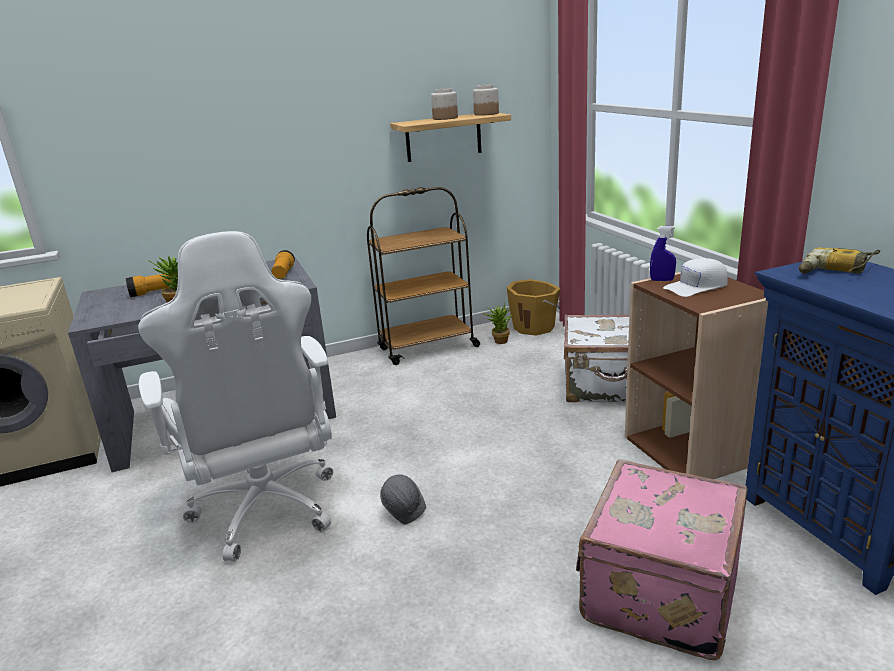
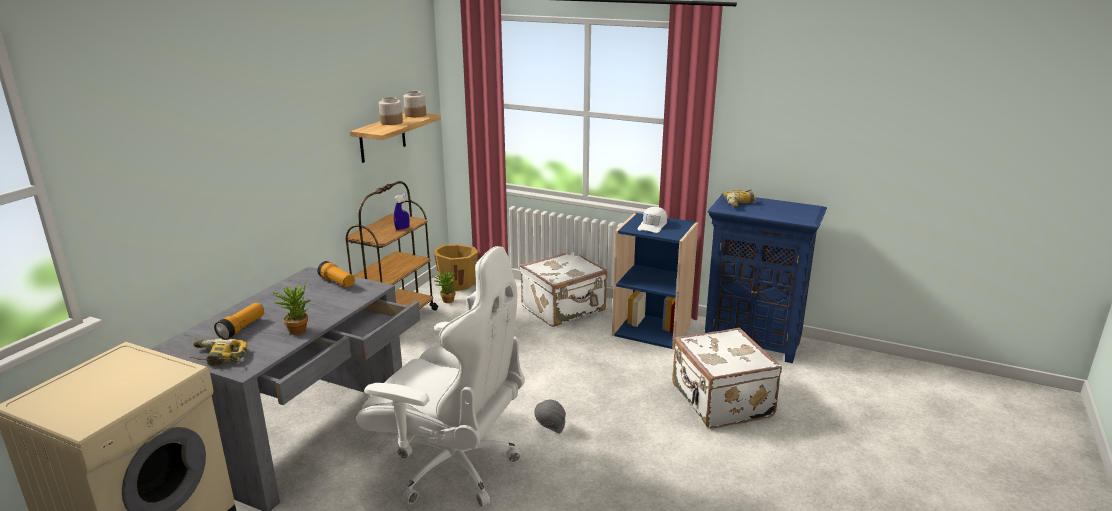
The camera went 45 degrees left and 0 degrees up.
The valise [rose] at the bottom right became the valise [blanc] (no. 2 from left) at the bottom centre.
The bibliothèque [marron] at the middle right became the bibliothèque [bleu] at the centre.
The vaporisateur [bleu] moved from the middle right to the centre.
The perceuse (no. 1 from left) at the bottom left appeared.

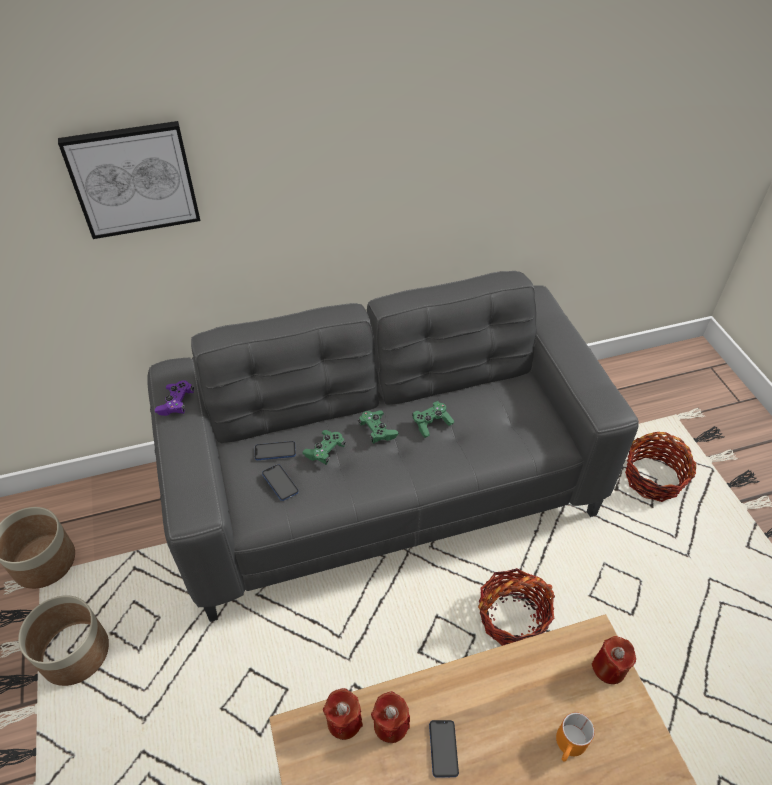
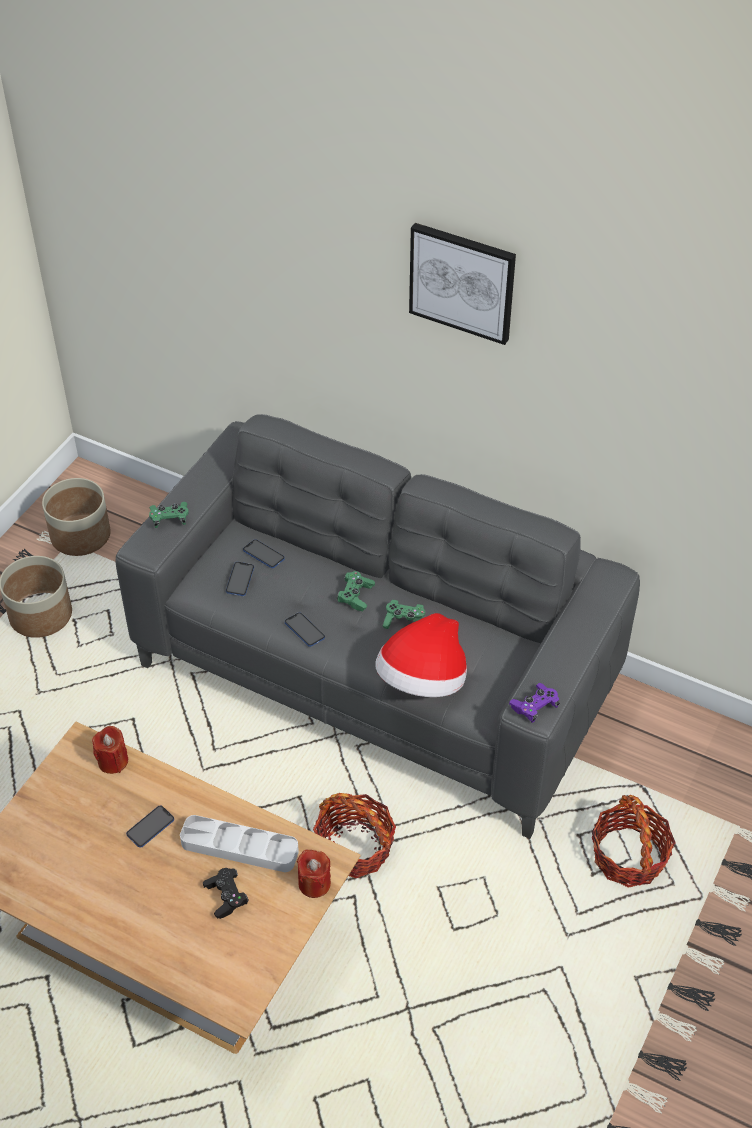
The camera went 45 degrees right and 0 degrees up.
The tableau moved from the top left to the top centre.
The manette [violet] moved from the middle left to the middle right.
The manette [vert] (no. 1 from left) moved from the centre to the middle left.
The bougie [rouge] (no. 2 from left) at the bottom centre disappeared.
The mug [orange] at the bottom right was replaced by the manette [noir] at the bottom left.
The plateau [gris] at the bottom left appeared.
The téléphone (no. 4 from left) at the centre appeared.
The chapeau at the centre appeared.

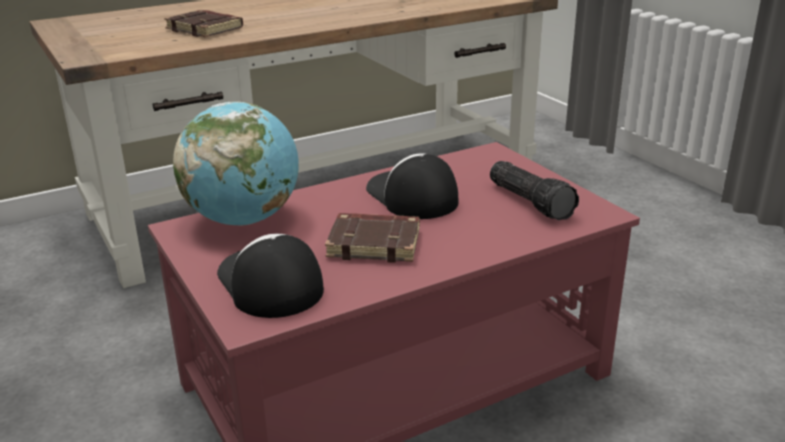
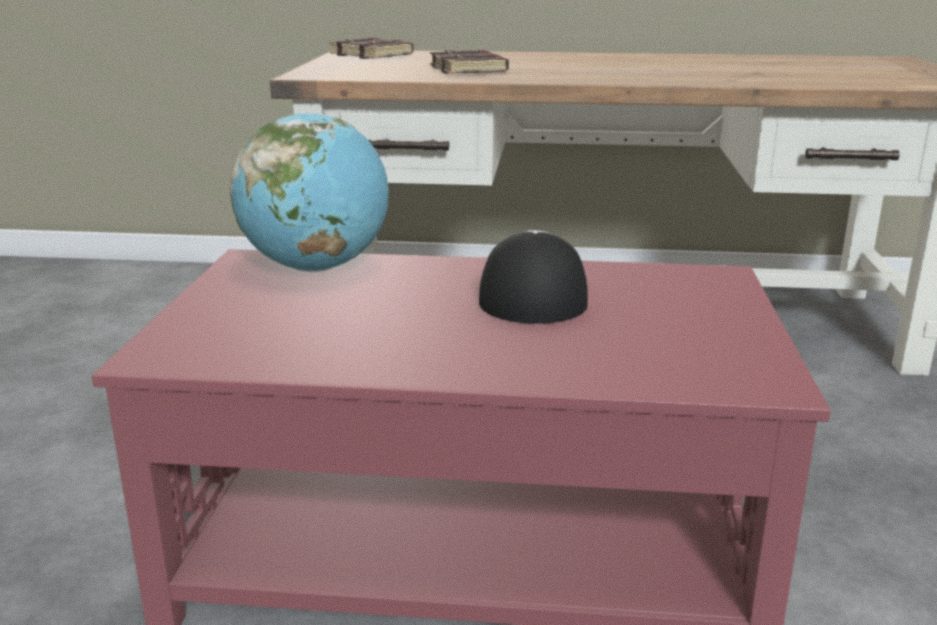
The camera went 35 degrees right and 5 degrees down.
The casquette (no. 1 from left) at the centre disappeared.
The livre [marron] (no. 2 from left in the first image) moved from the centre to the top centre.
The lampe de poche at the middle right disappeared.

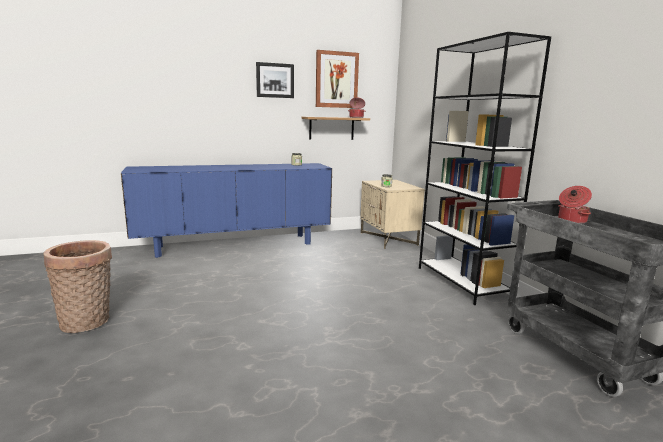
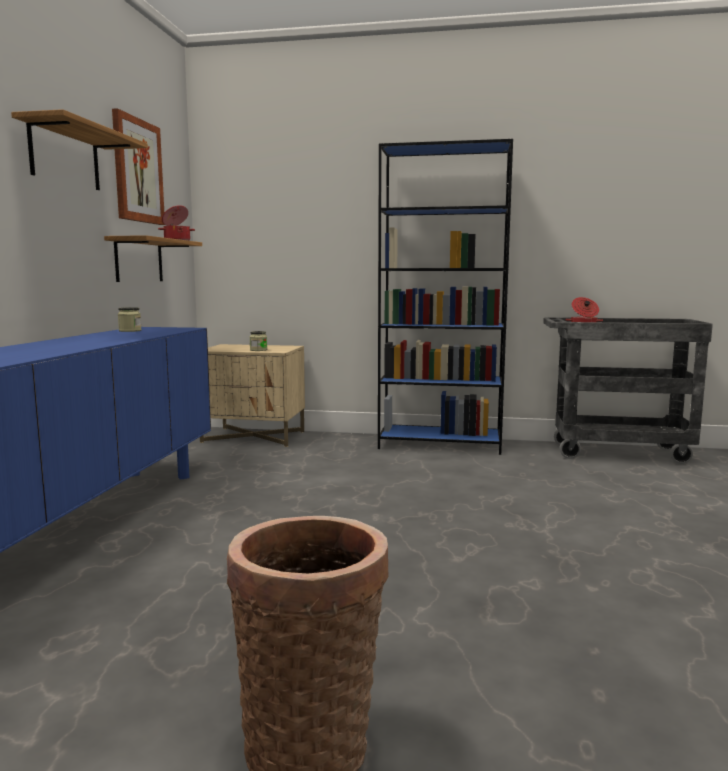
The camera went 60 degrees left and 5 degrees down.
The tableau (no. 1 from left) at the top centre was replaced by the étagère (no. 1 from left) at the top left.
The bibliothèque [blanc] at the middle right became the bibliothèque [bleu] at the centre.

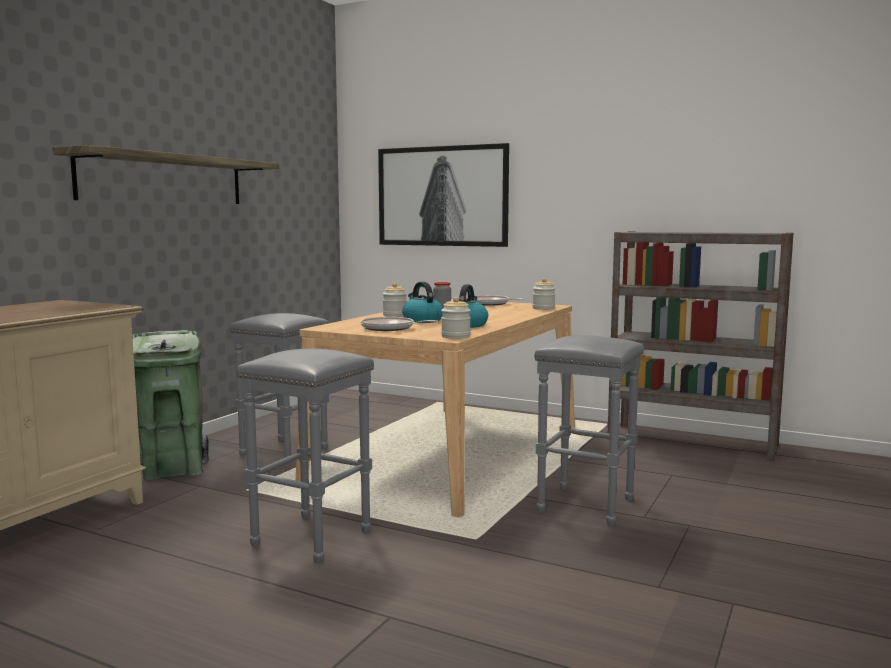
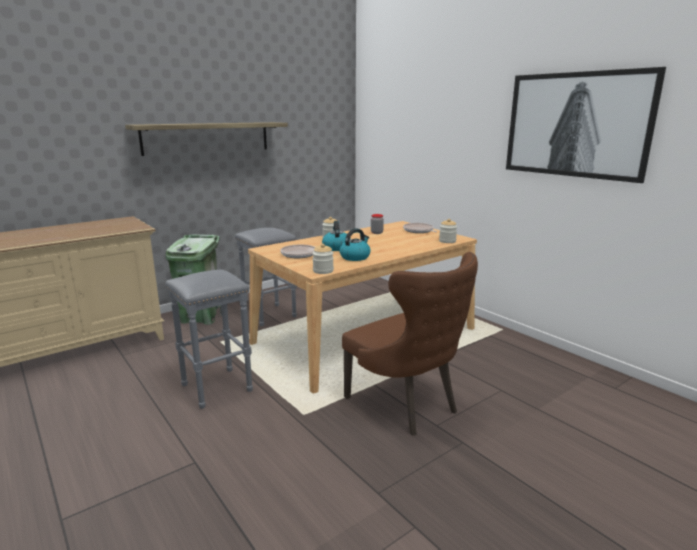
The camera went 25 degrees right and 10 degrees up.
The tableau moved from the top centre to the top right.
The tabouret [gris] (no. 3 from left) at the centre was replaced by the chaise [marron] at the centre.
The bibliothèque [gris] at the middle right disappeared.

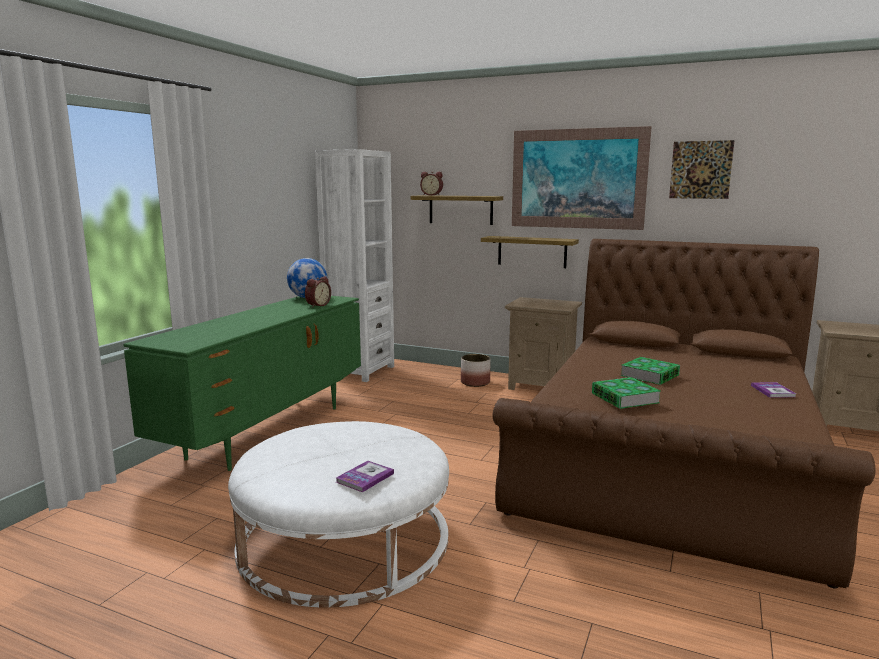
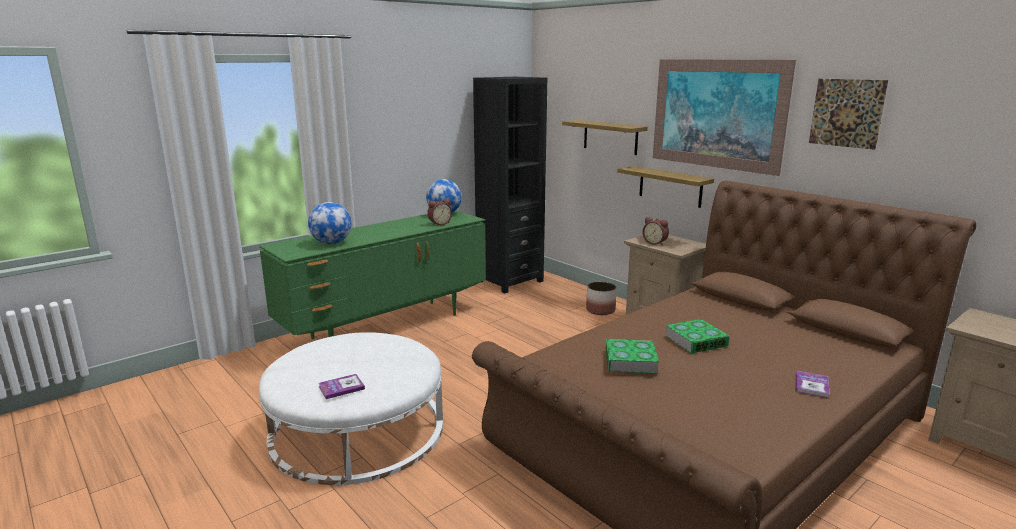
The camera went 25 degrees right and 5 degrees up.
The bibliothèque [blanc] at the centre became the bibliothèque [noir] at the centre.
The réveil (no. 2 from left) moved from the top centre to the centre.
The globe (no. 1 from left) at the middle left appeared.

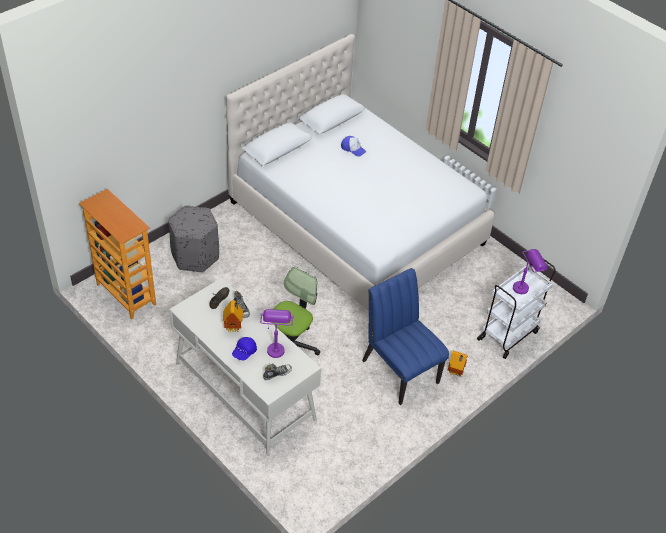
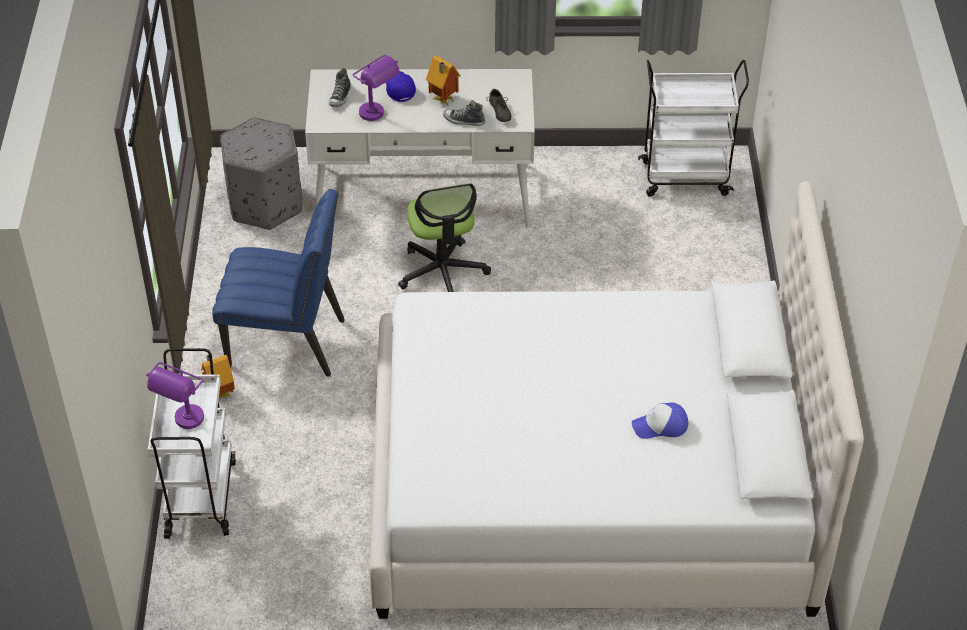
The camera went 135 degrees right and 0 degrees up.
The bibliothèque at the middle left was replaced by the chariot [blanc] (no. 2 from left) at the top right.
The pouf [gris] moved from the middle left to the top left.

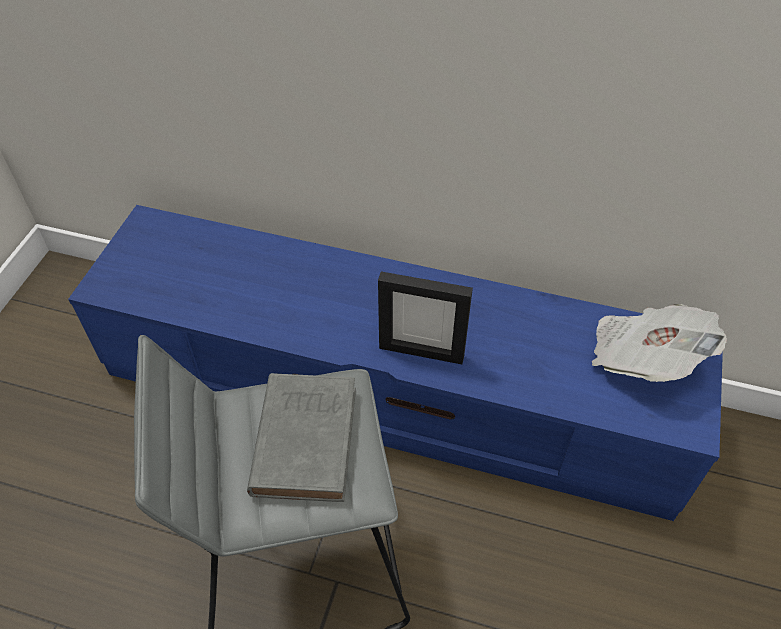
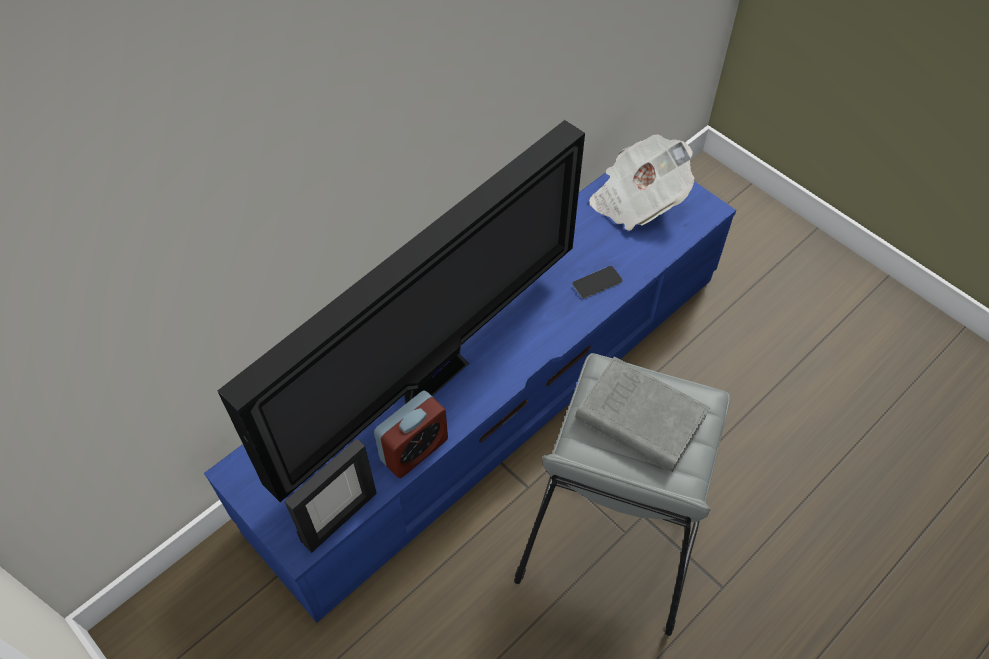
The camera went 60 degrees left and 5 degrees up.
The cadre photo moved from the centre to the bottom centre.
The téléviseur at the centre appeared.
The réveil at the centre appeared.
The téléphone at the centre appeared.

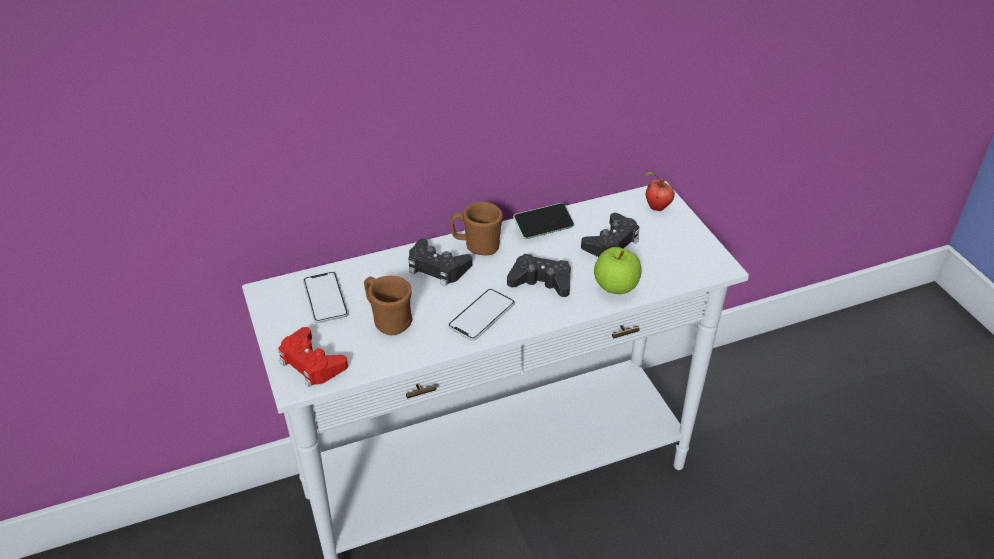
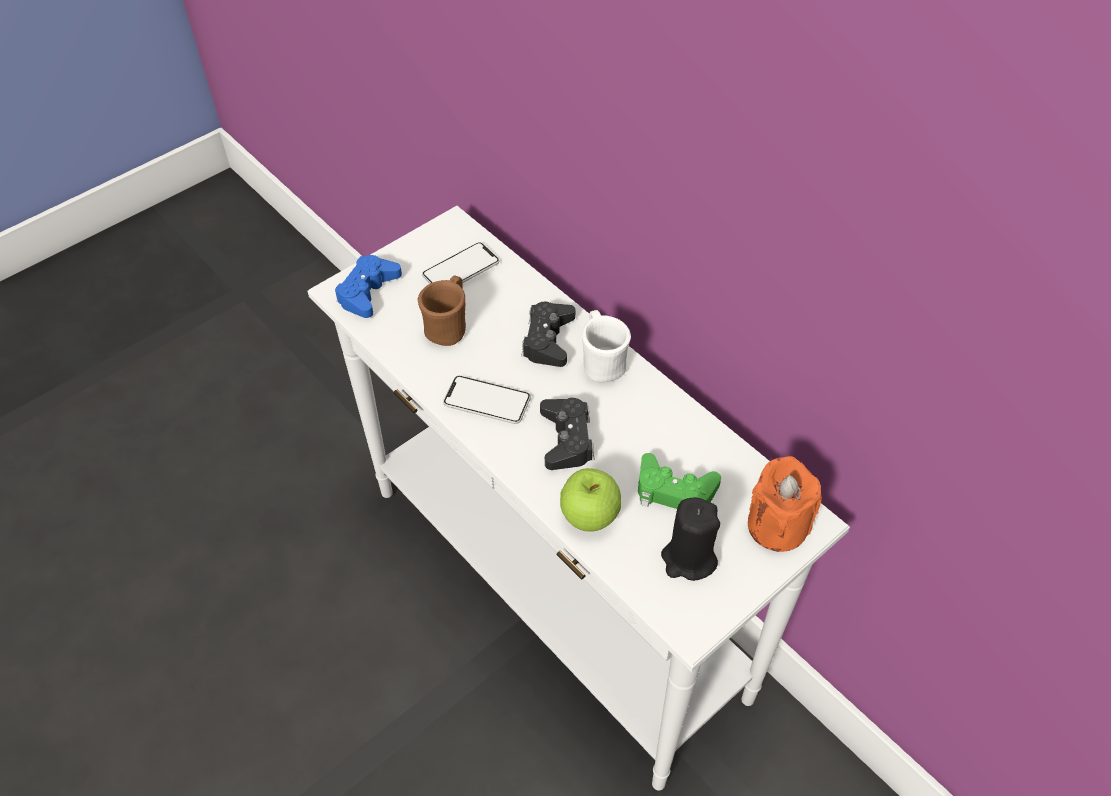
The camera went 70 degrees right and 10 degrees up.
The manette [rouge] at the middle left became the manette [bleu] at the middle left.
The mug [marron] (no. 2 from left) at the centre became the mug [blanc] at the centre.
The téléphone (no. 3 from left) at the centre disappeared.
The manette [noir] (no. 3 from left) at the centre became the manette [vert] at the centre.
The pomme (no. 2 from left) at the centre was replaced by the bougie [orange] at the middle right.
The bougie [noir] at the bottom centre appeared.

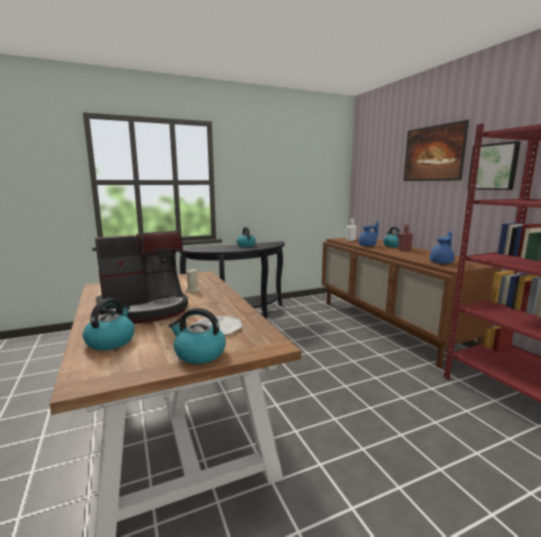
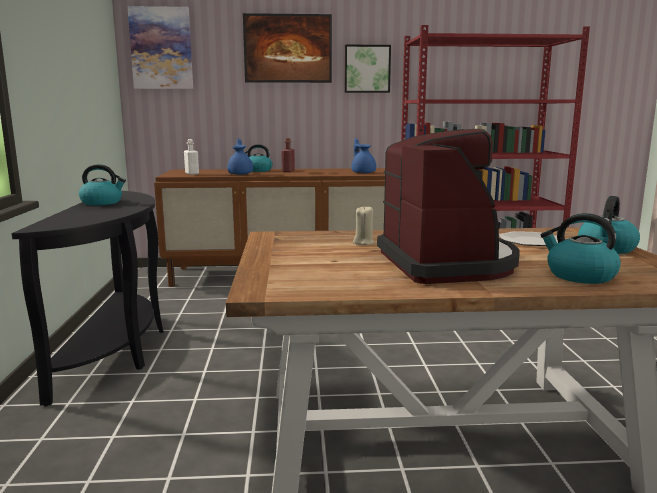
The camera went 70 degrees left and 0 degrees up.
The tableau (no. 1 from left) at the top left appeared.

